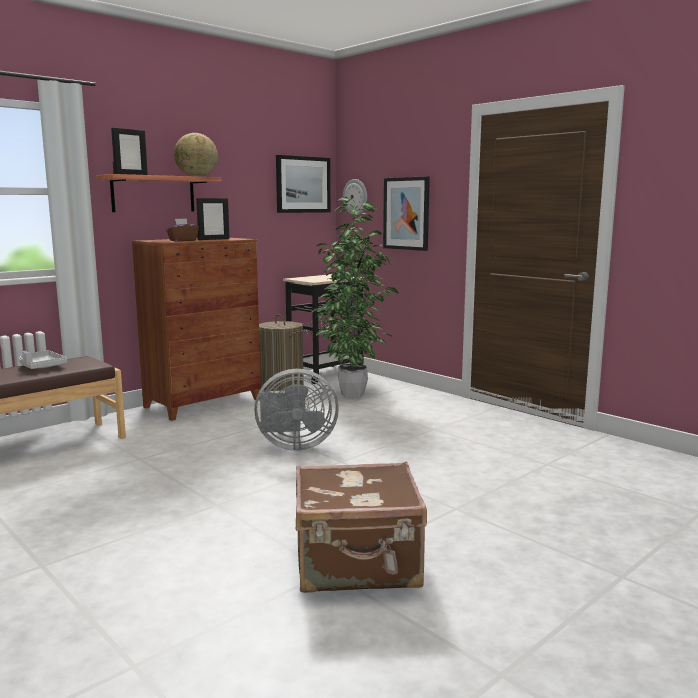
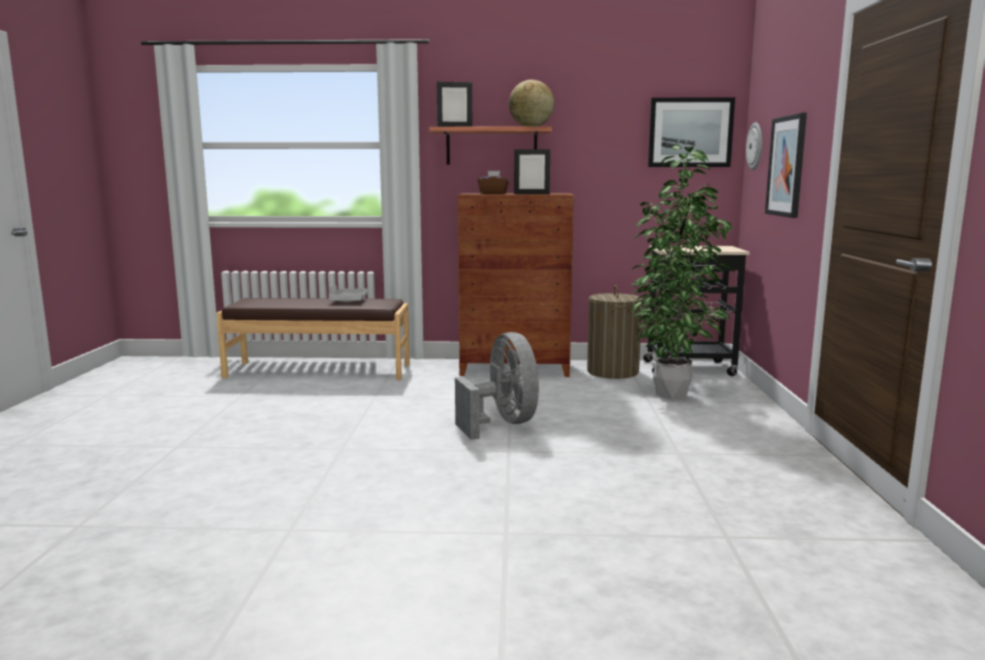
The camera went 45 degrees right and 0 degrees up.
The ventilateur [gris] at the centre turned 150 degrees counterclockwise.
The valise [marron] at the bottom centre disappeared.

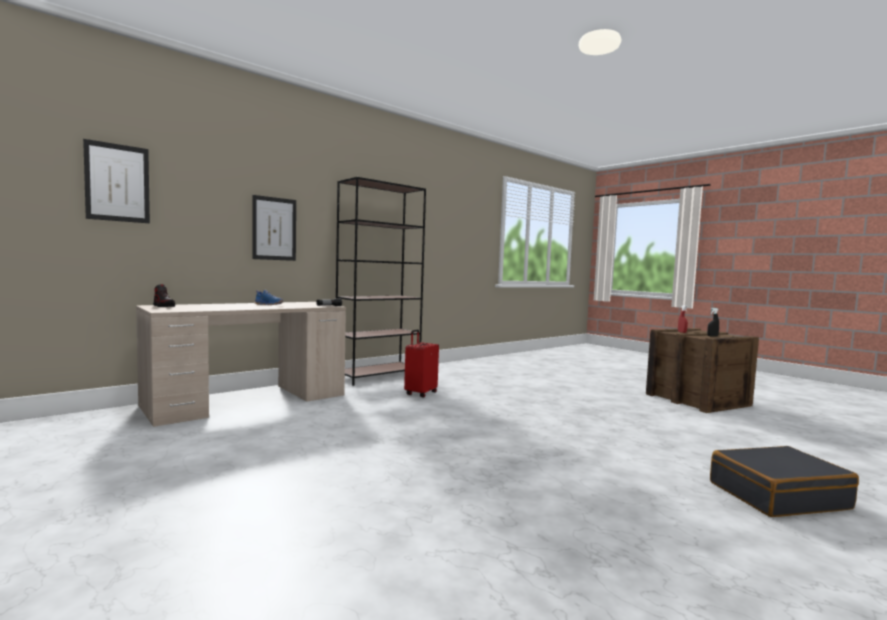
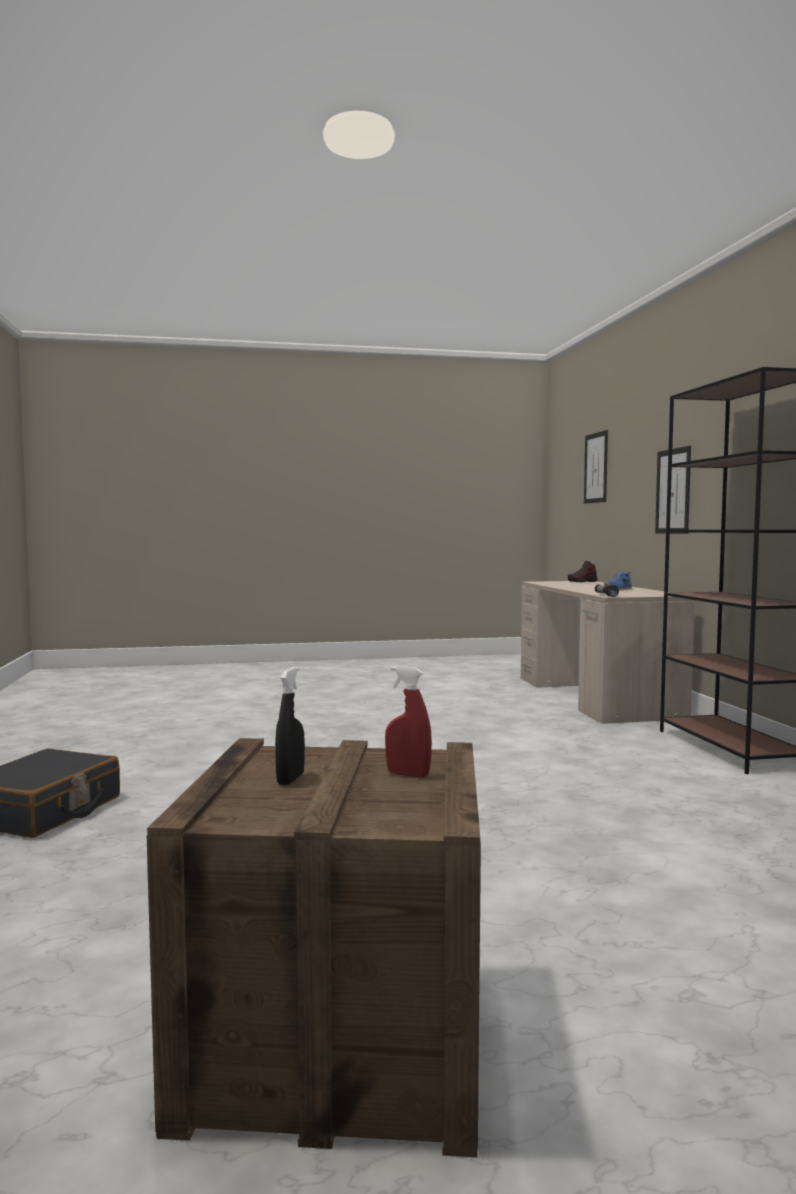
The camera went 120 degrees right and 0 degrees up.
The valise [rouge] at the centre disappeared.

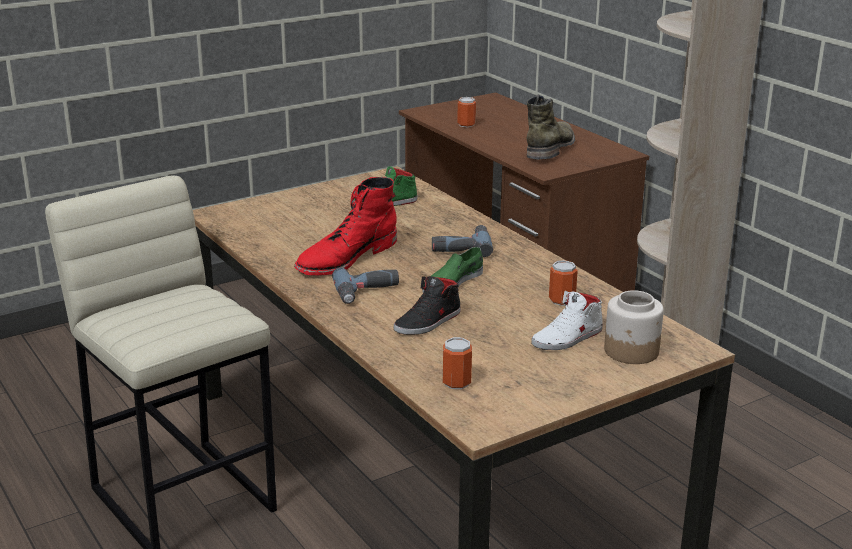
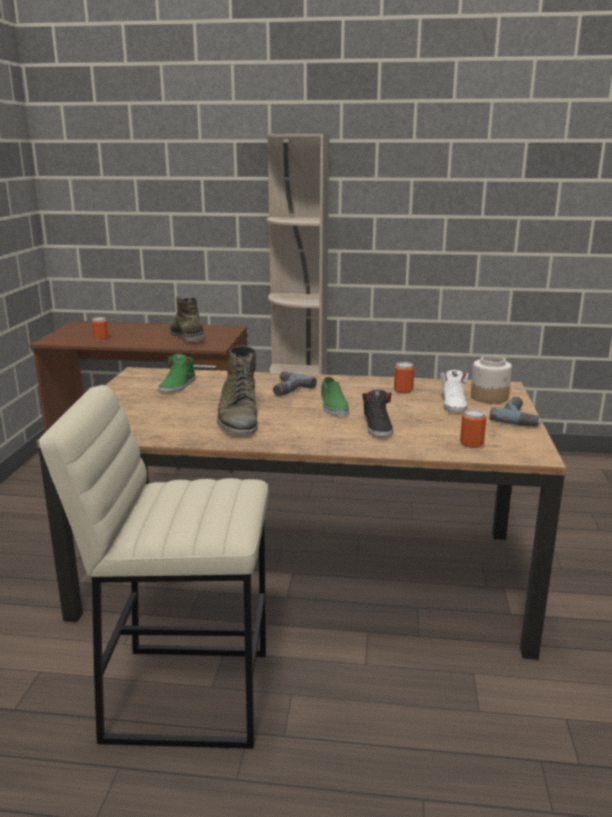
The camera went 50 degrees left and 5 degrees down.
The botte [rouge] at the centre became the botte [vert] (no. 2 from left) at the centre.
The perceuse (no. 1 from left in the first image) moved from the centre to the middle right.

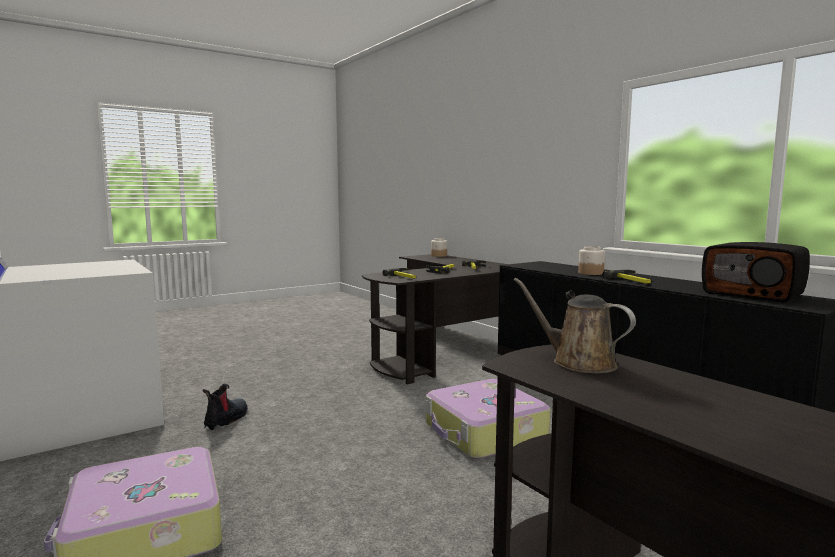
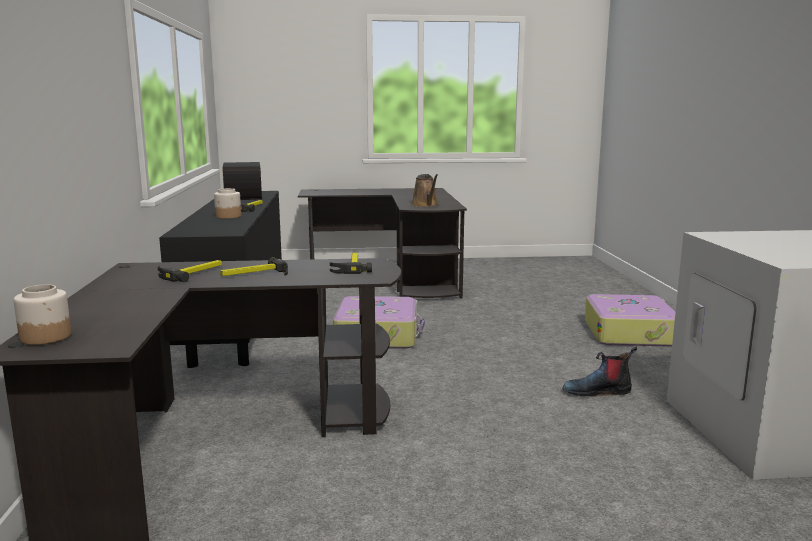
The camera went 150 degrees left and 5 degrees up.
The botte at the bottom left turned 45 degrees clockwise.

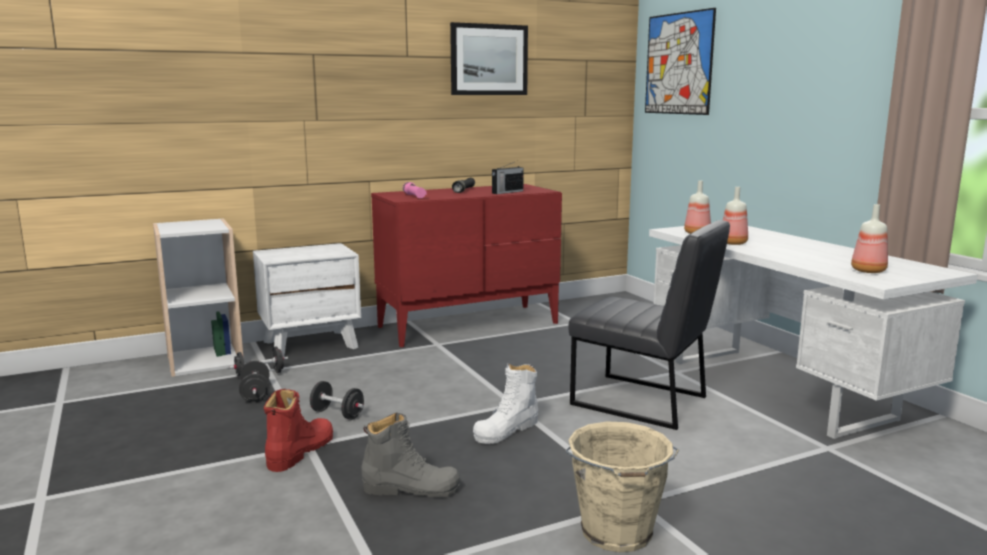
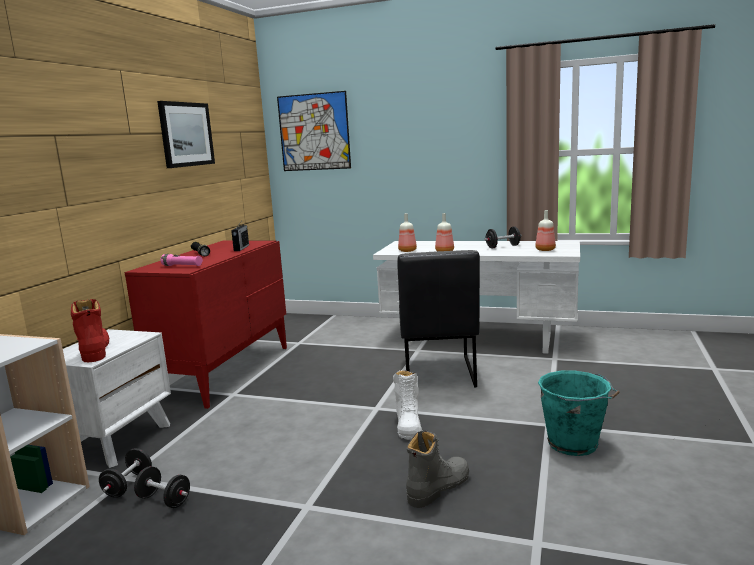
The camera went 45 degrees left and 0 degrees up.
The botte [rouge] moved from the bottom left to the middle left.
The haltère [noir] (no. 3 from left) moved from the bottom centre to the middle right.
The seau [beige] at the bottom centre became the seau [turquoise] at the bottom right.
The chaise [gris] at the centre turned 105 degrees clockwise.

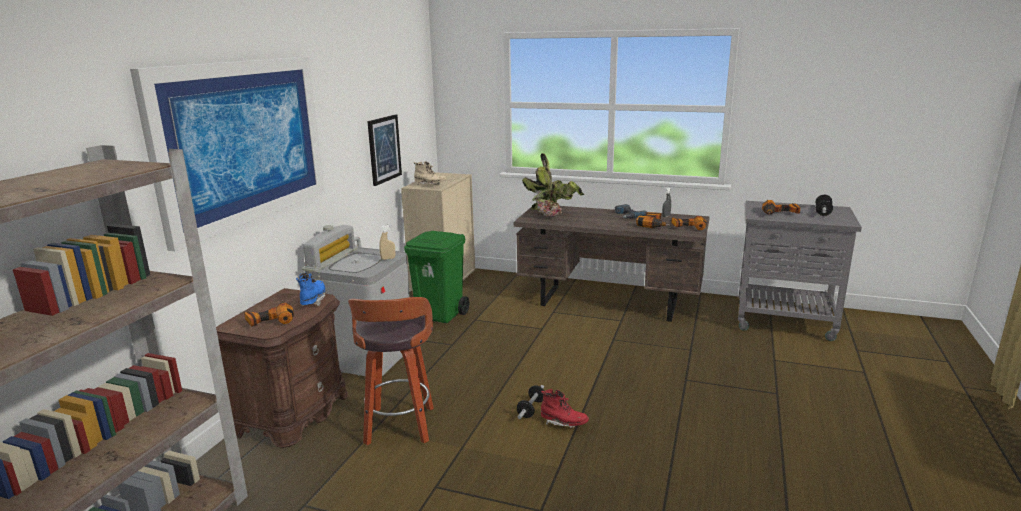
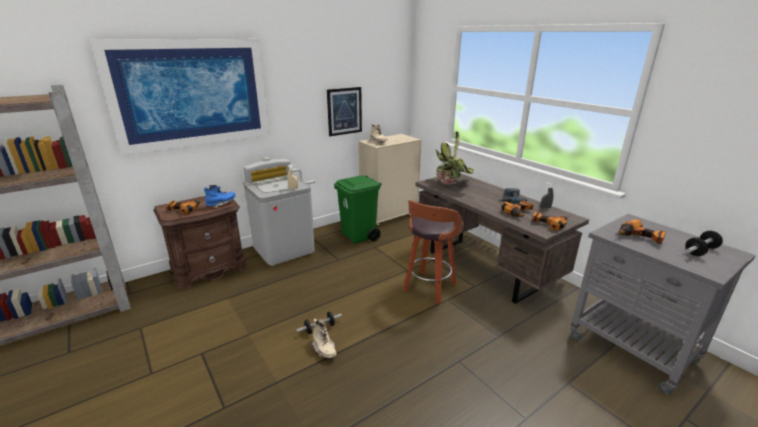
The camera went 35 degrees right and 5 degrees up.
The tabouret moved from the bottom centre to the centre.
The botte [rouge] at the bottom centre became the botte [beige] (no. 1 from left) at the bottom centre.

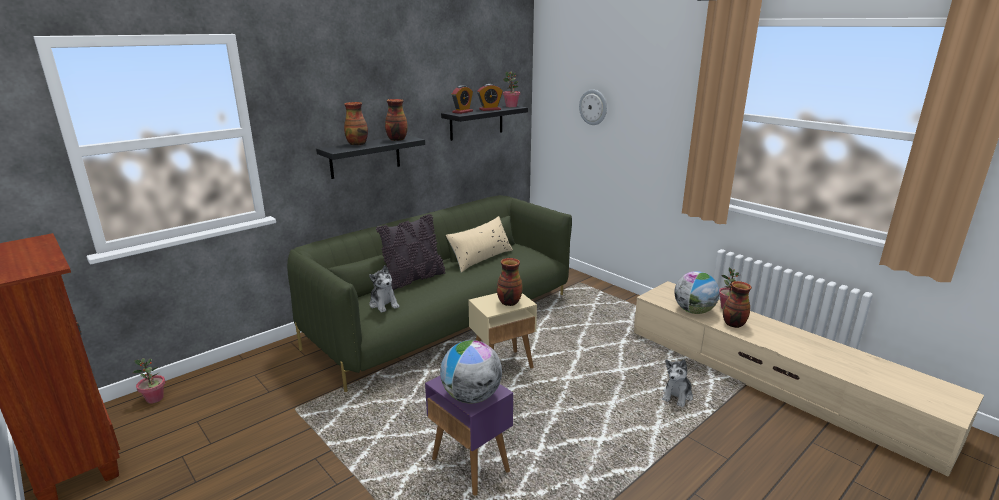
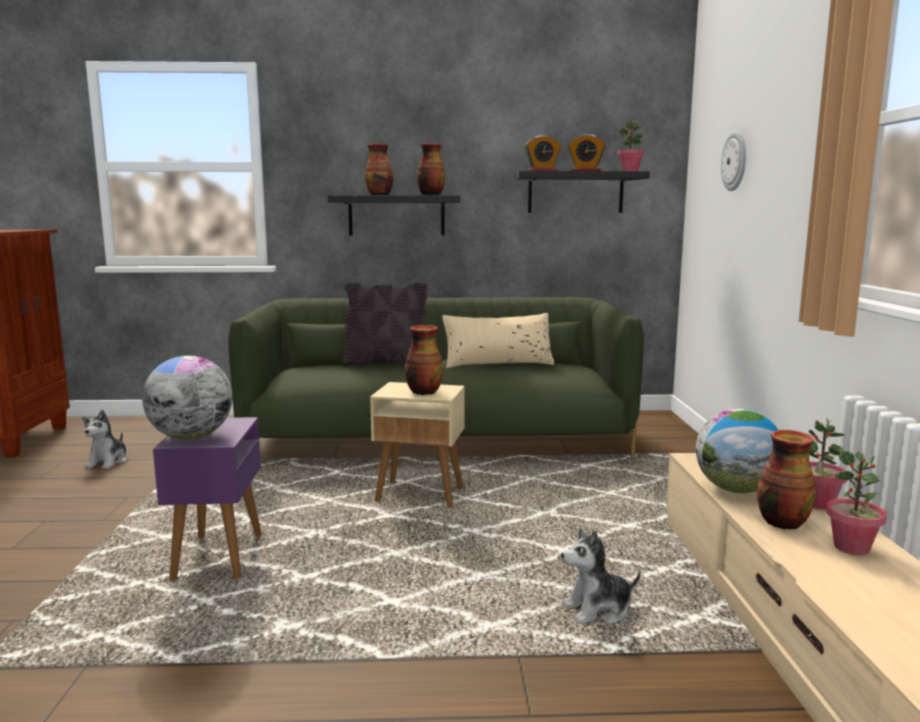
The camera went 40 degrees right and 10 degrees down.
The plante en pot (no. 1 from left in the first image) moved from the bottom left to the bottom right.
The peluche (no. 1 from left) moved from the centre to the middle left.

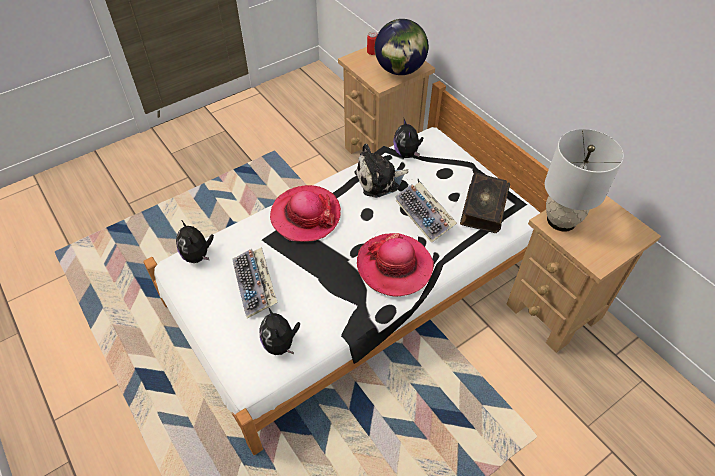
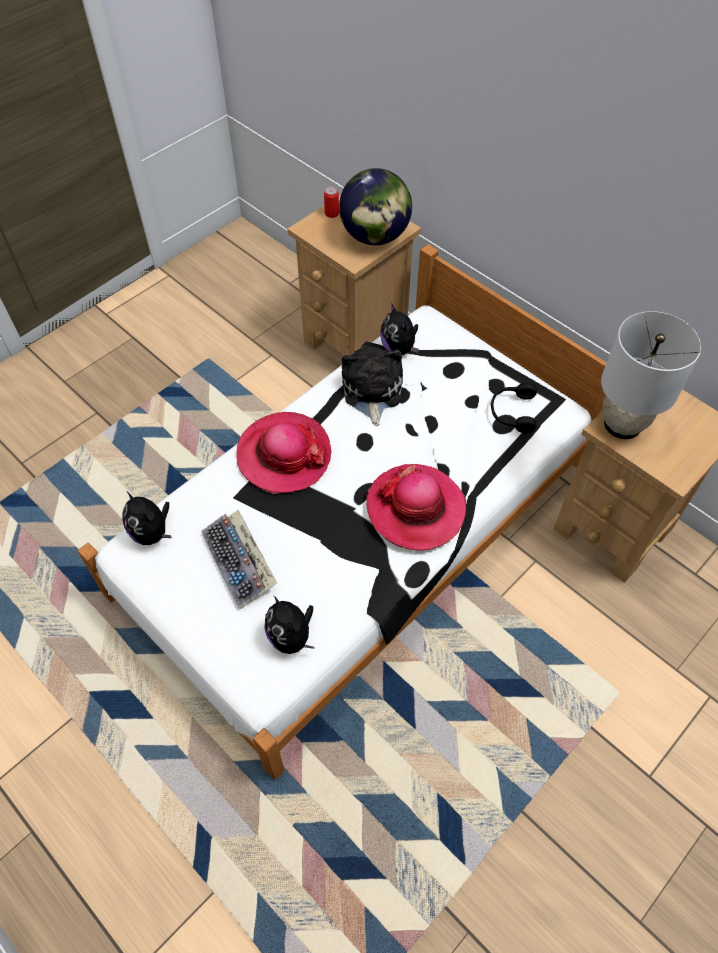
The camera went 10 degrees left and 5 degrees up.
The peluche (no. 3 from left) at the centre turned 120 degrees clockwise.
The clavier (no. 2 from left) at the centre disappeared.
The livre at the middle right was replaced by the casque audio [noir] at the middle right.

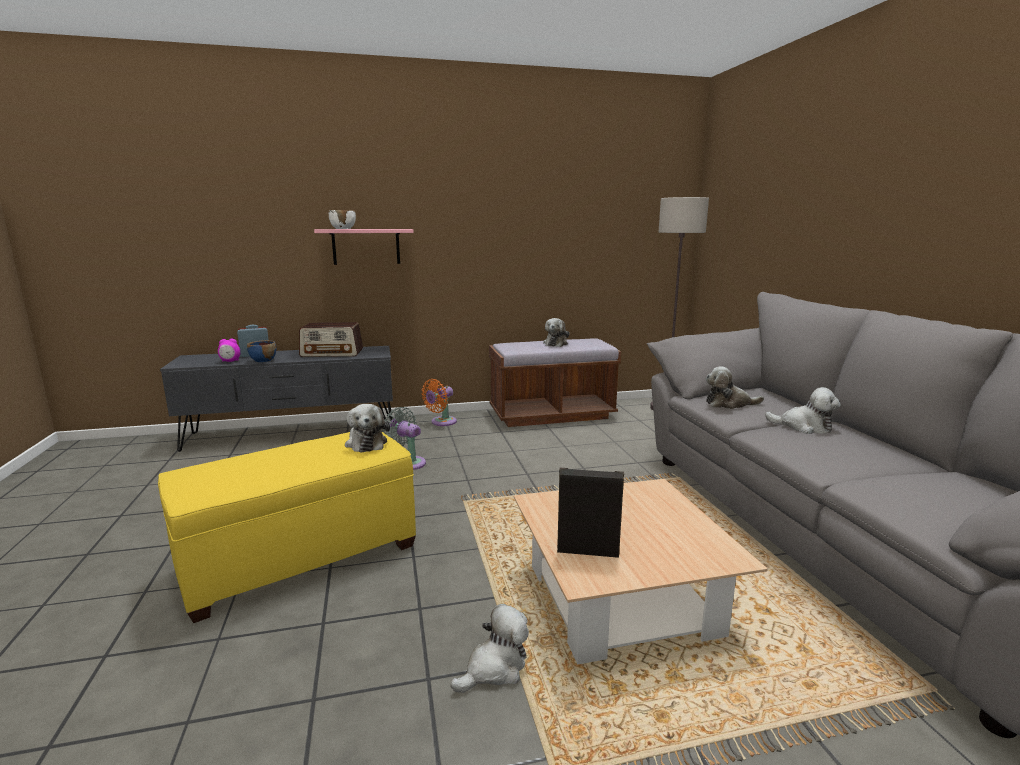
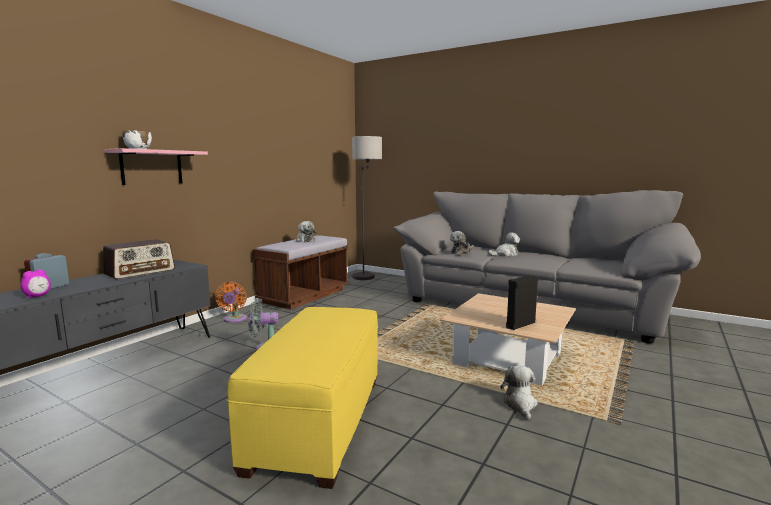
The camera went 45 degrees left and 5 degrees down.
The bol [bleu] at the middle left disappeared.
The peluche (no. 1 from left) at the centre disappeared.

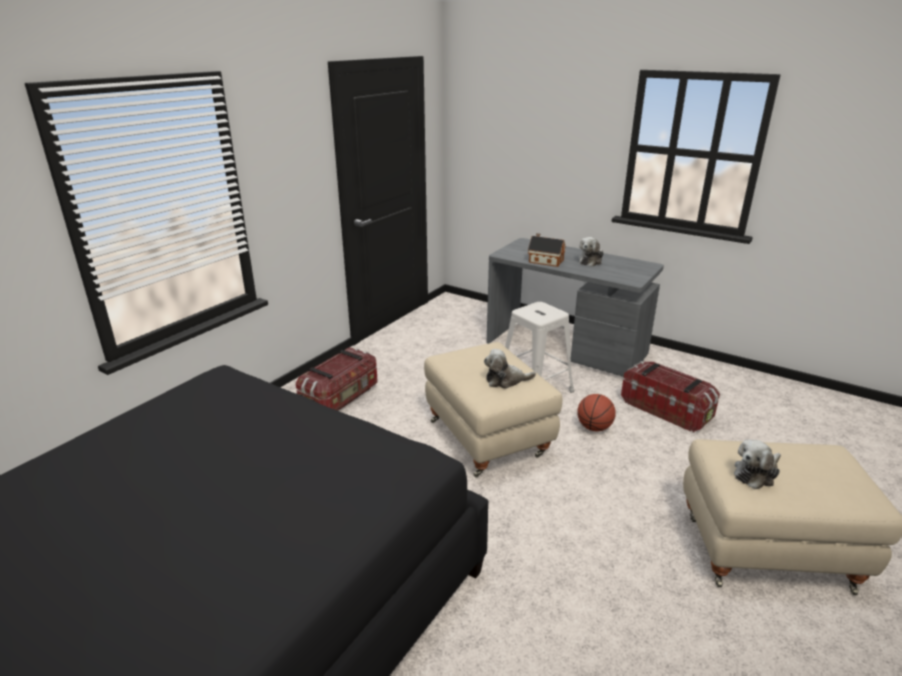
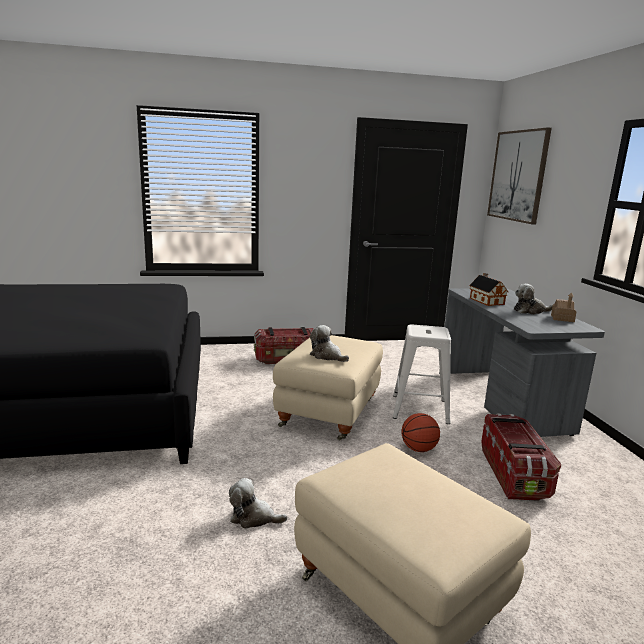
The camera went 45 degrees right and 10 degrees down.
The peluche (no. 3 from left in the first image) moved from the bottom right to the bottom centre.
The tableau at the top right appeared.
The maison miniature (no. 2 from left) at the middle right appeared.

